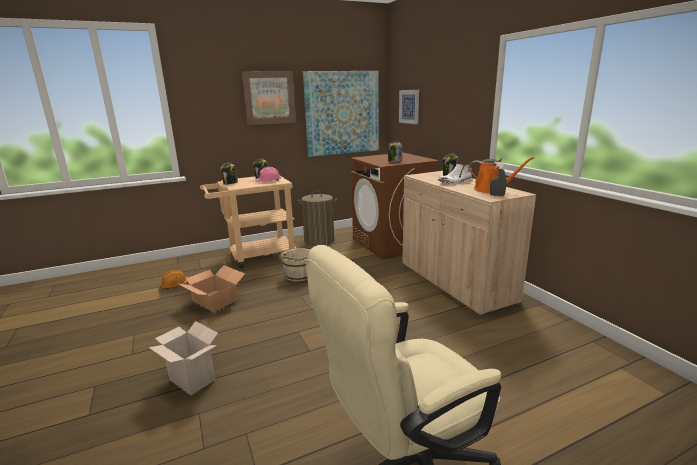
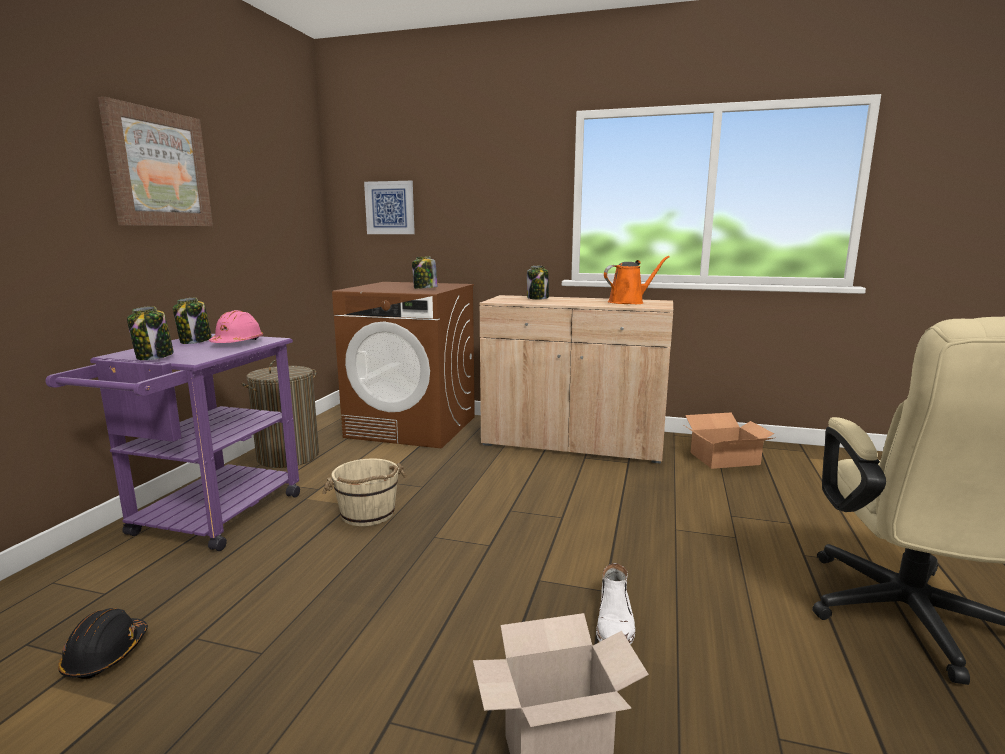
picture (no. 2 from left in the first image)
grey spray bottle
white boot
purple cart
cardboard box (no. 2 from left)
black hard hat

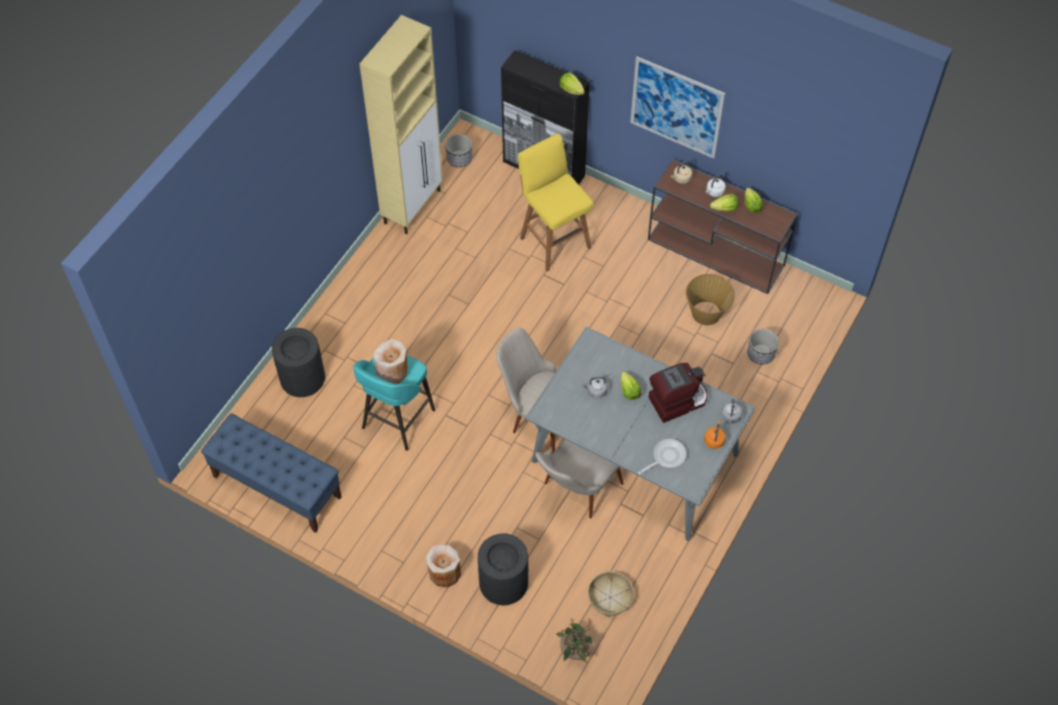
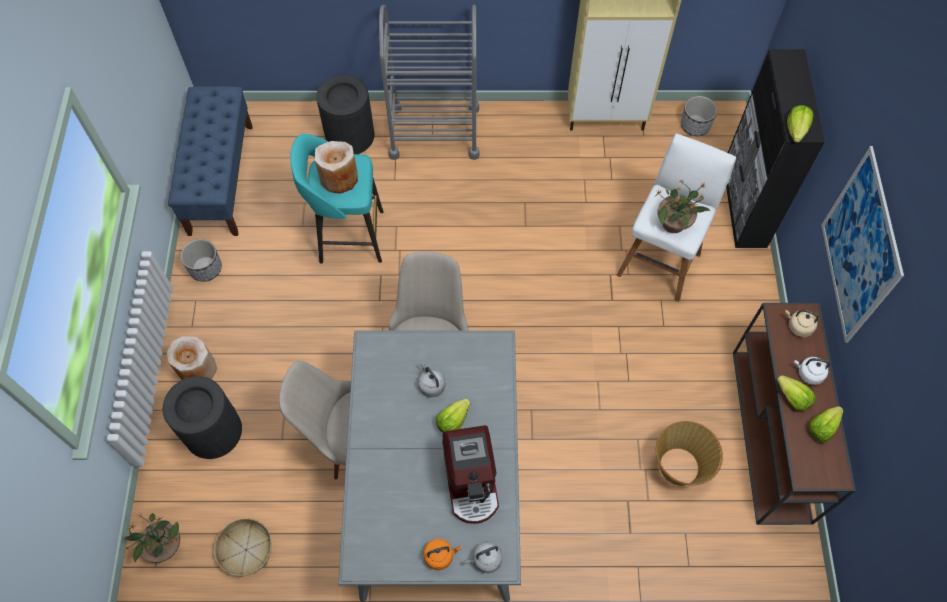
white stool
planter (no. 1 from left)
coffee machine
frying pan
grey cart
potted plant (no. 2 from left)

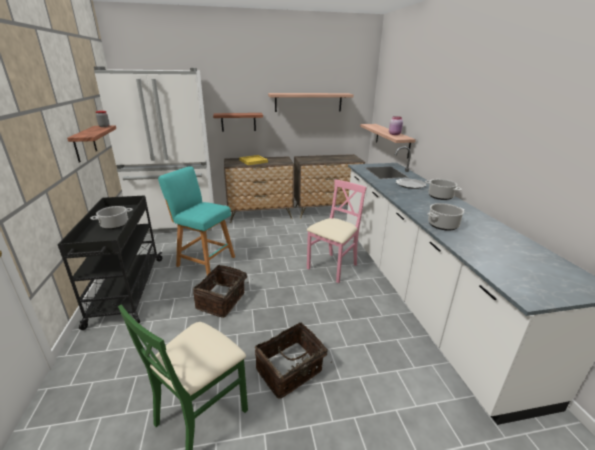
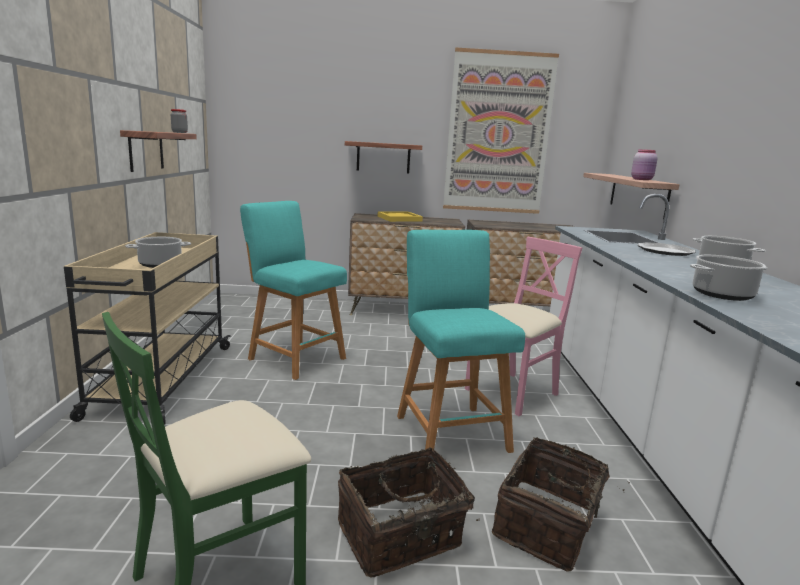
white fridge
picture
beige cart
basket (no. 2 from left)
turquoise stool (no. 2 from left)

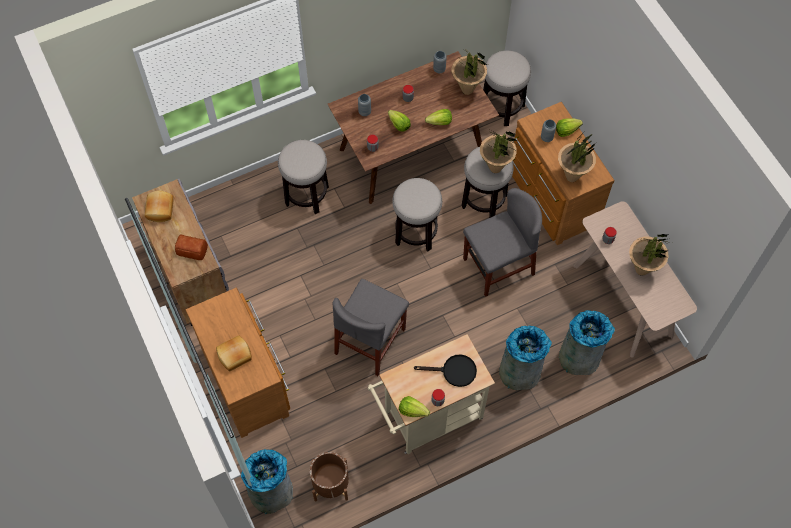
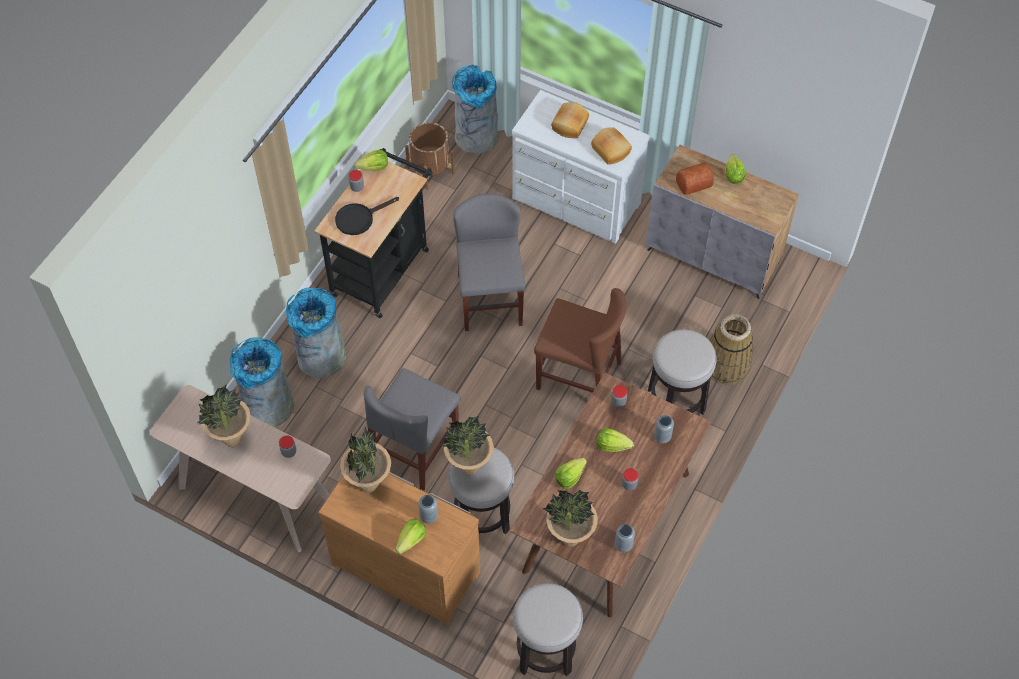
stool (no. 2 from left in the first image)
bread (no. 2 from left)
white dresser
black cart
lettuce (no. 5 from left)
brown chair
basket

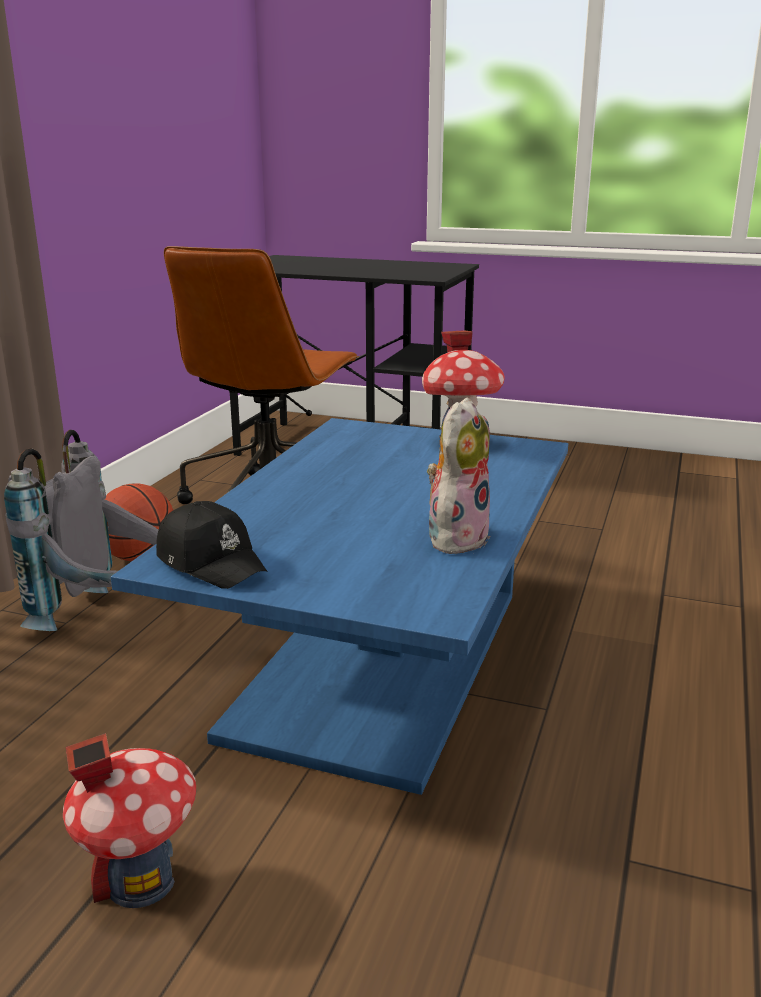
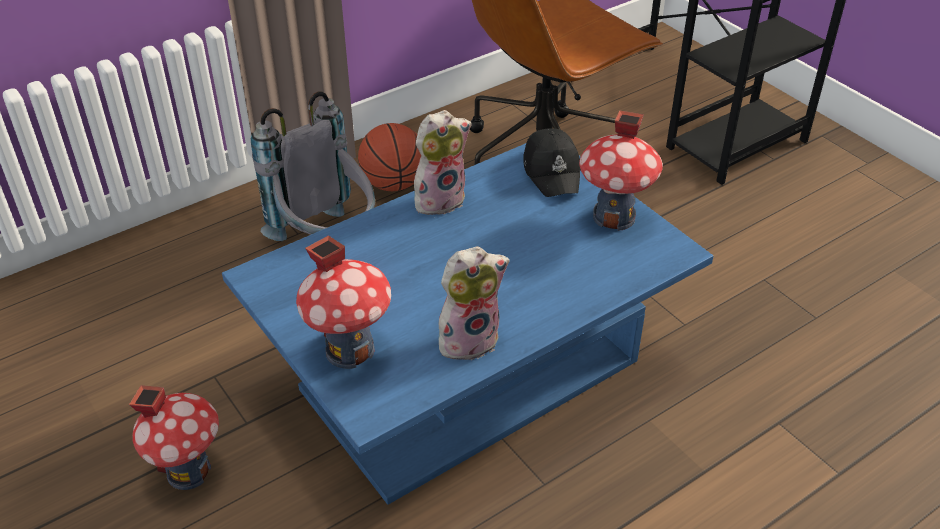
black cap
plush toy (no. 1 from left)
toy house (no. 2 from left)

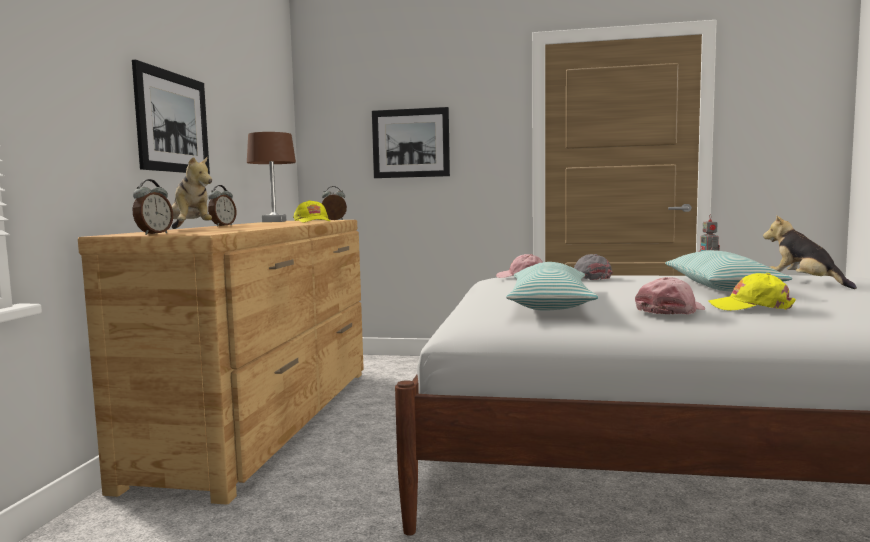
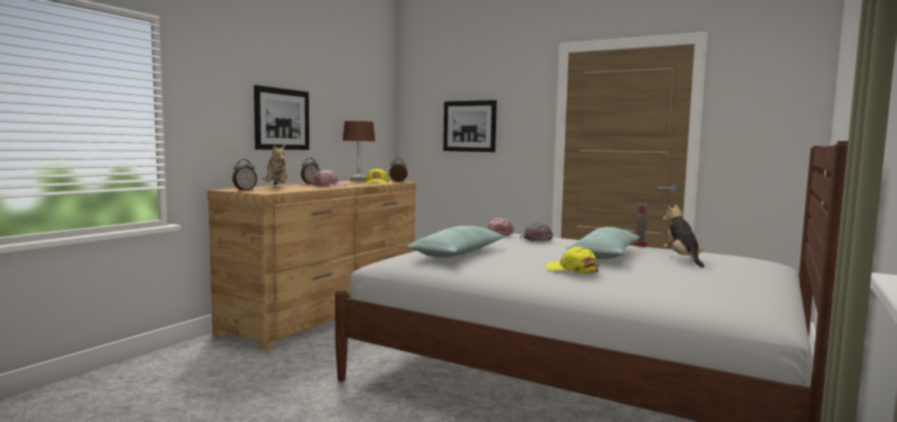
pink cap (no. 1 from left)

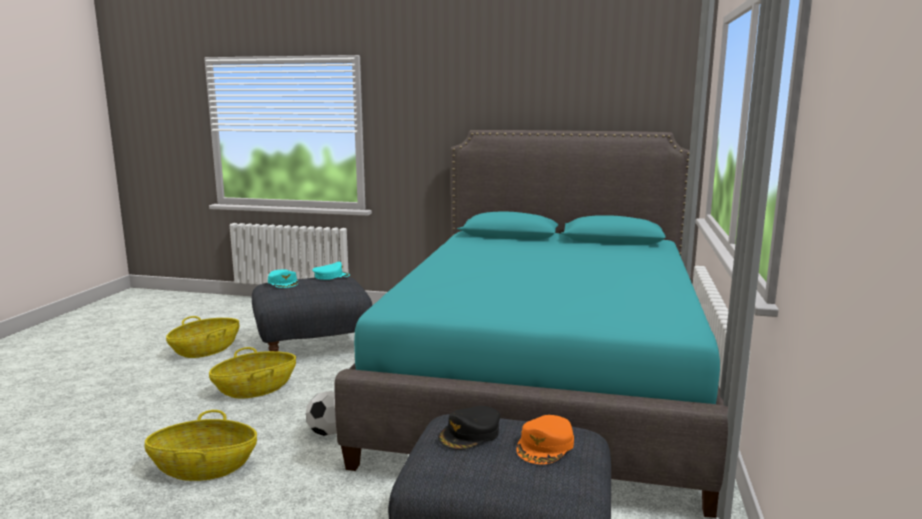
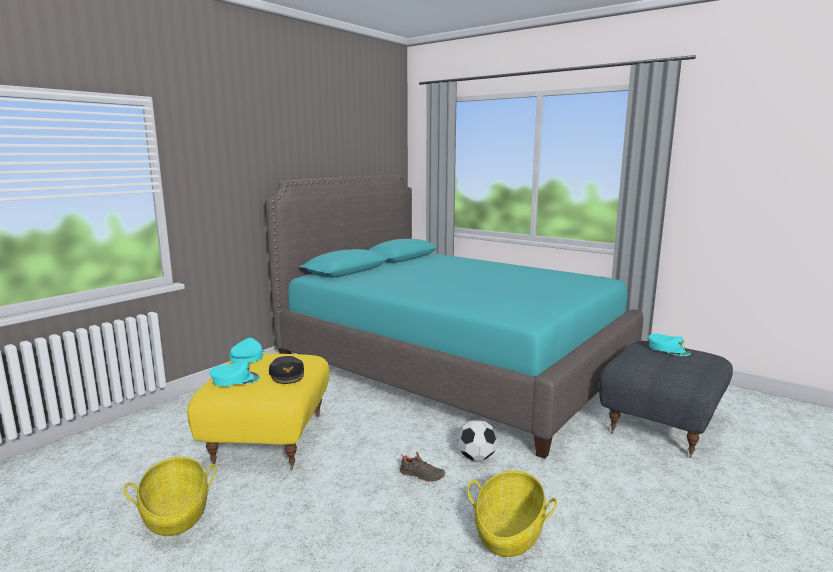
yellow ottoman
basket (no. 3 from left in the first image)
black cap
turquoise cap (no. 3 from left)
black shoe

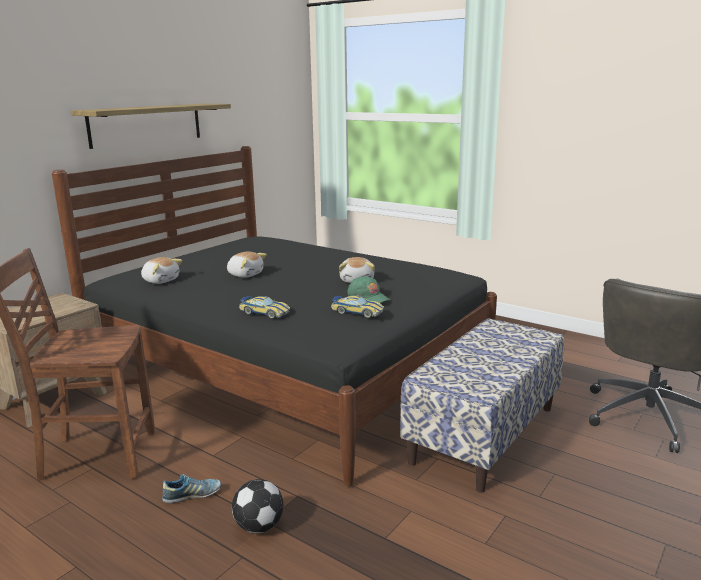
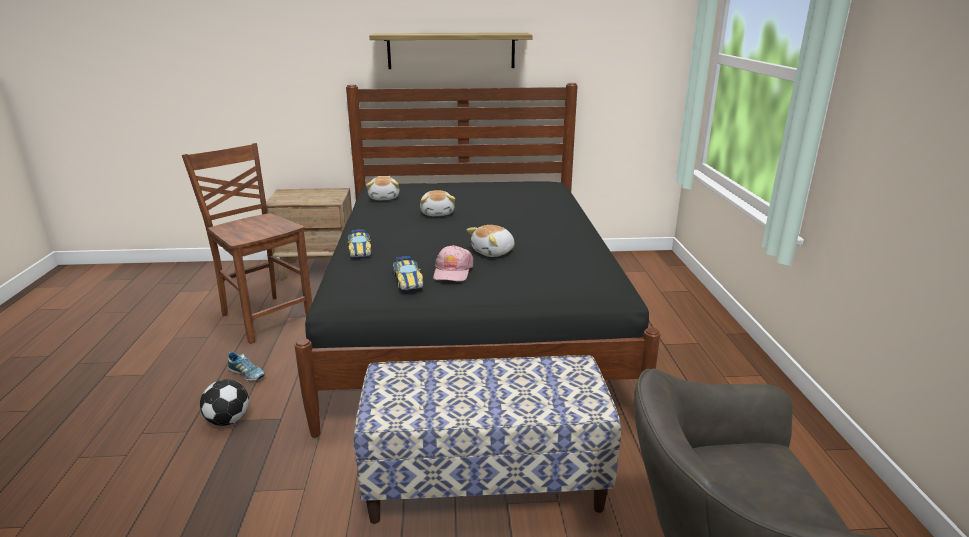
pink cap

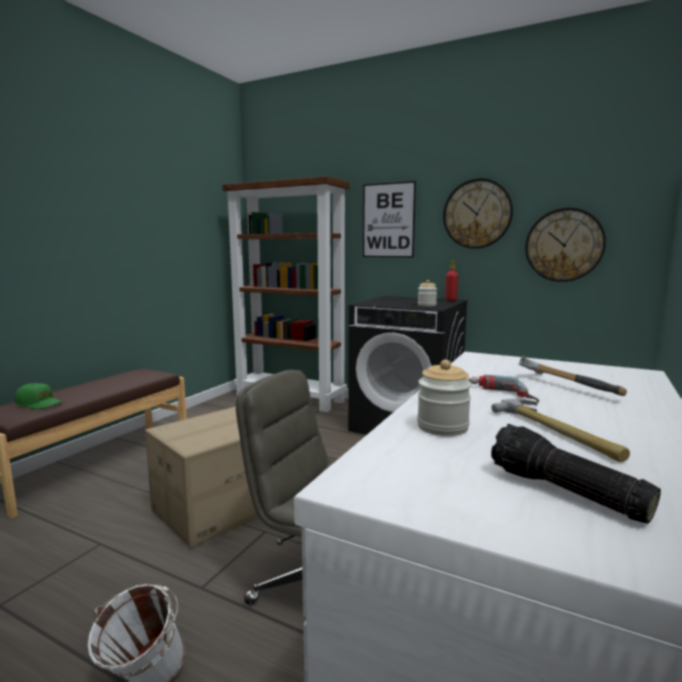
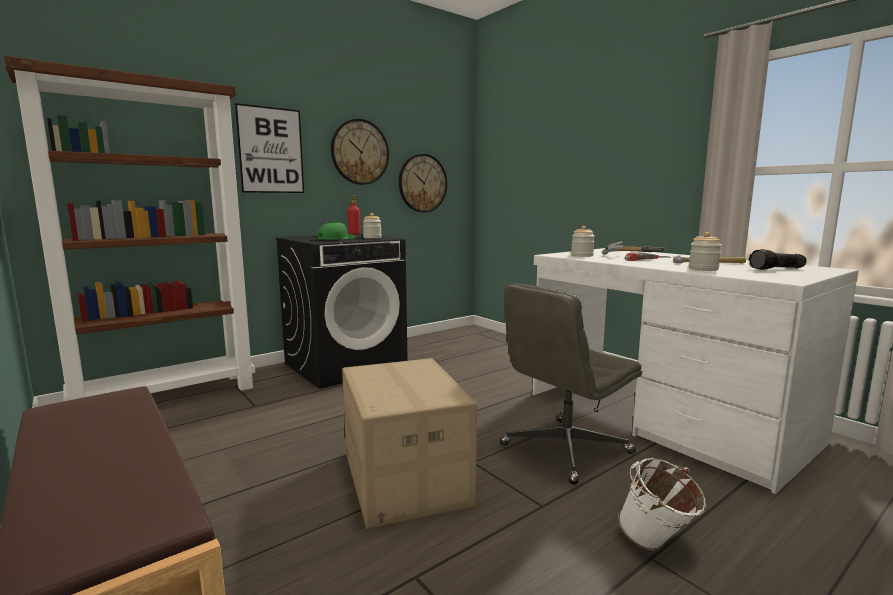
green cap
jar (no. 2 from left)

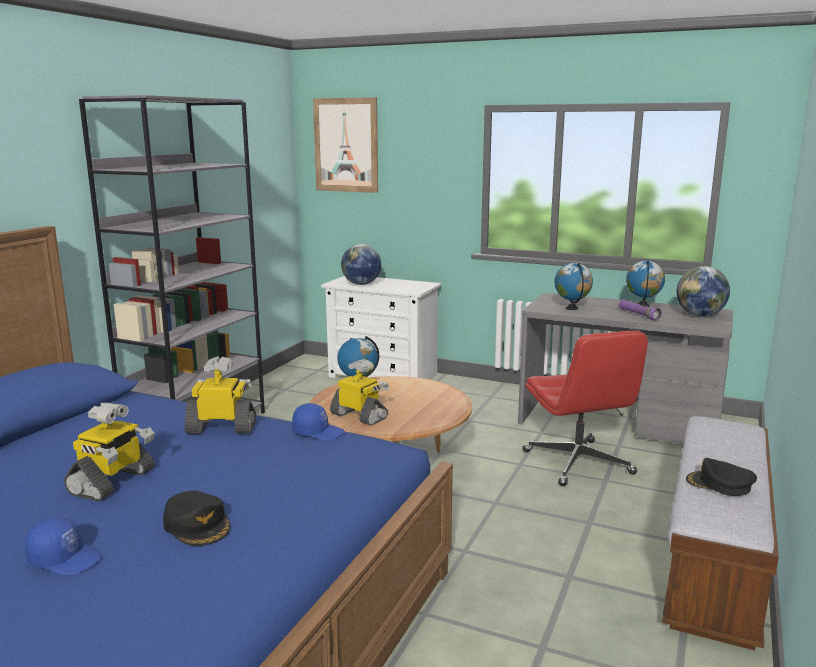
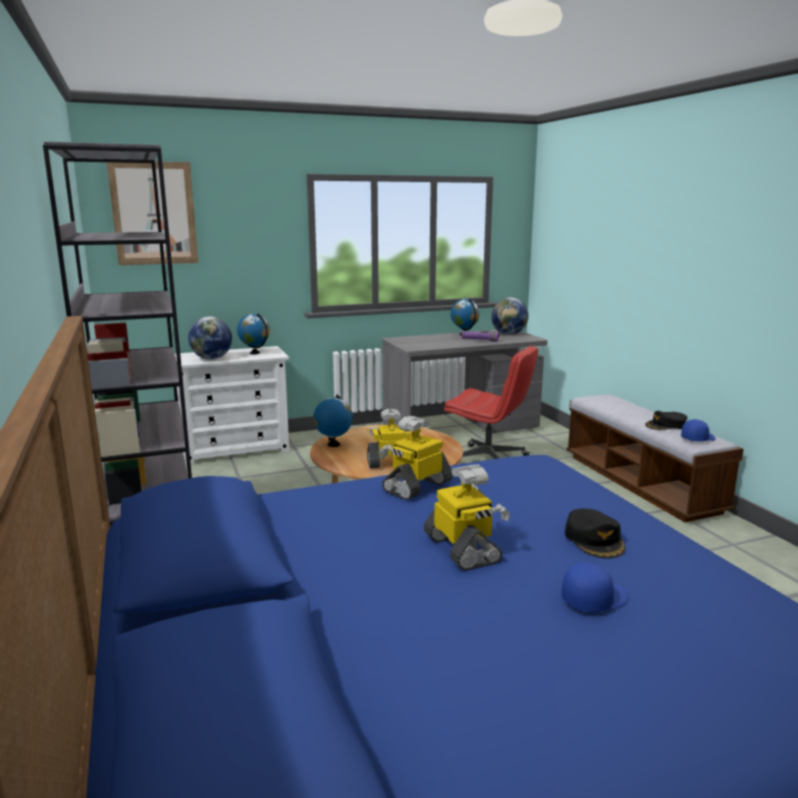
globe (no. 2 from left)
blue cap (no. 2 from left)
black cap (no. 1 from left)

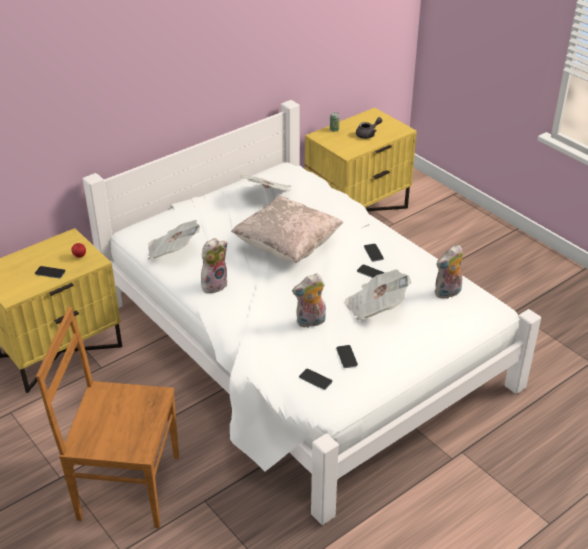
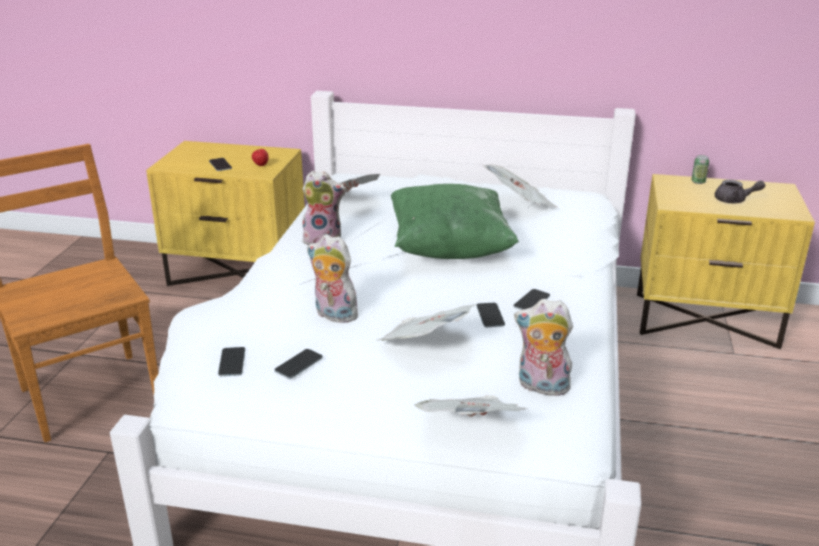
green pillow
newspaper (no. 3 from left)

